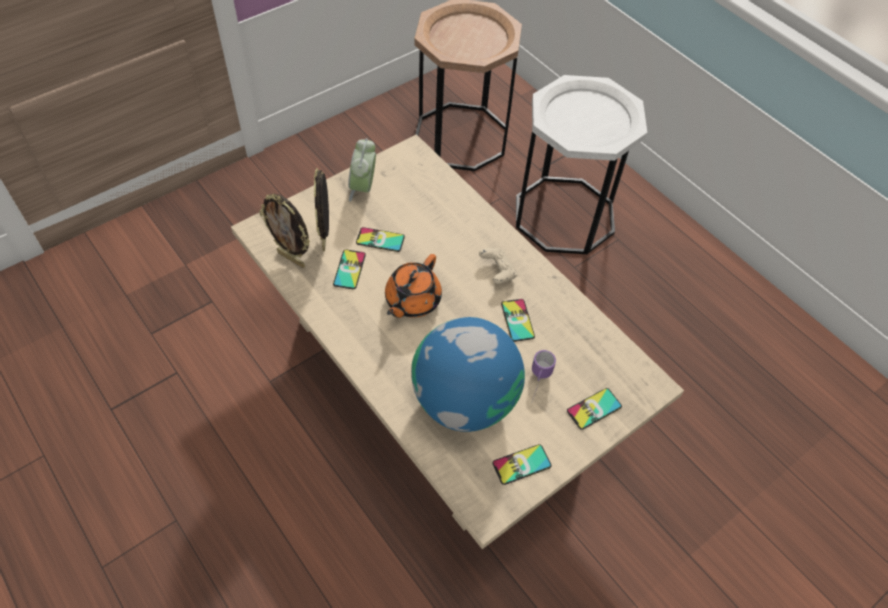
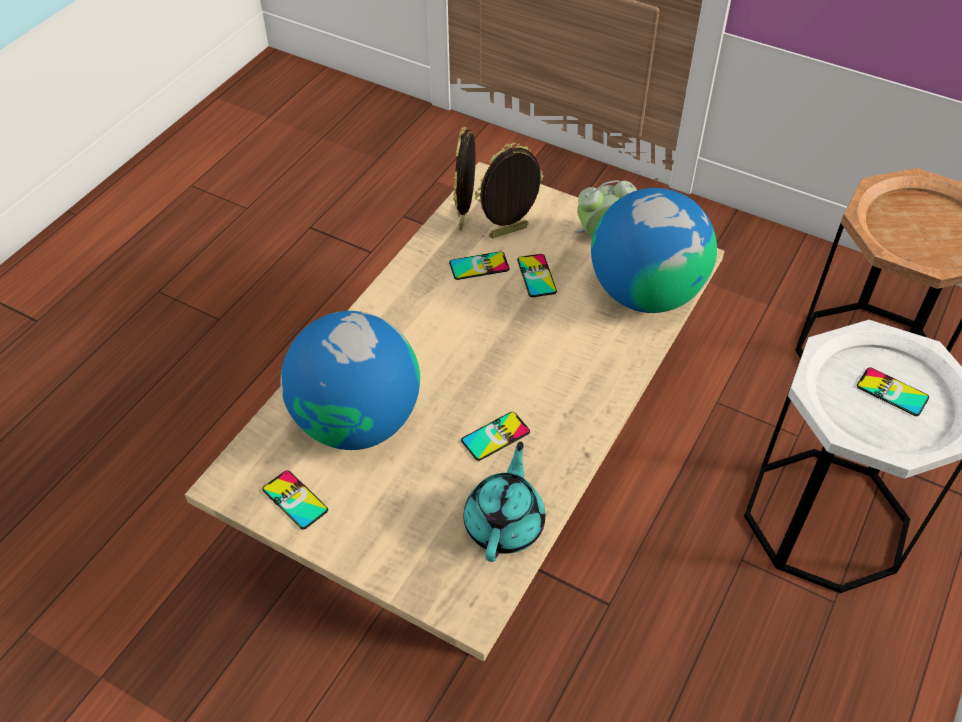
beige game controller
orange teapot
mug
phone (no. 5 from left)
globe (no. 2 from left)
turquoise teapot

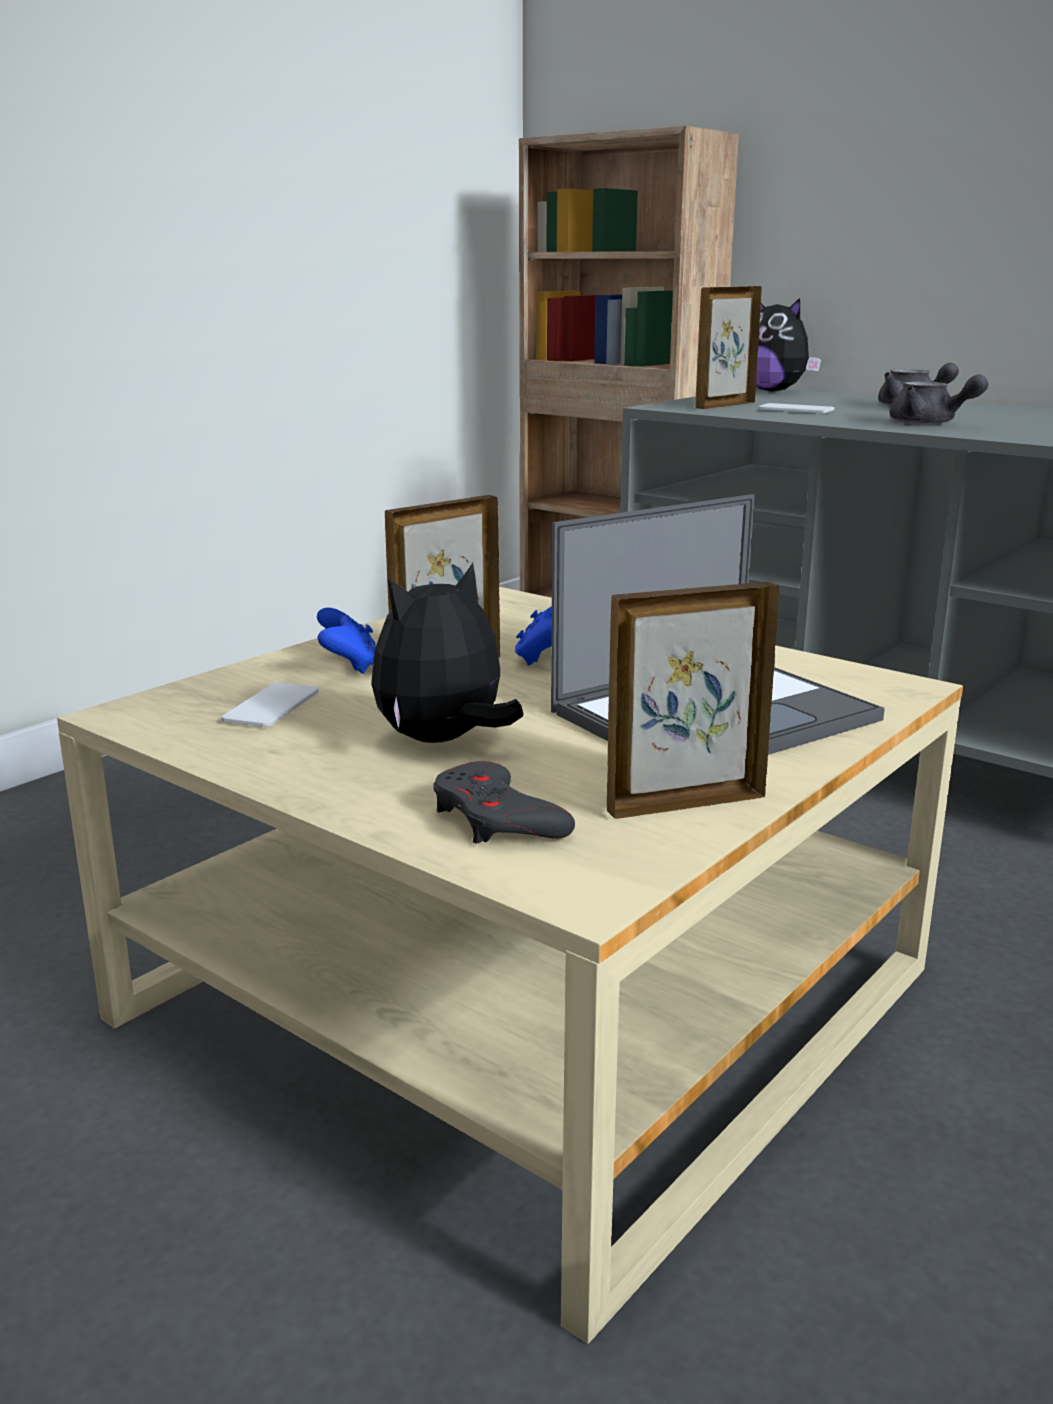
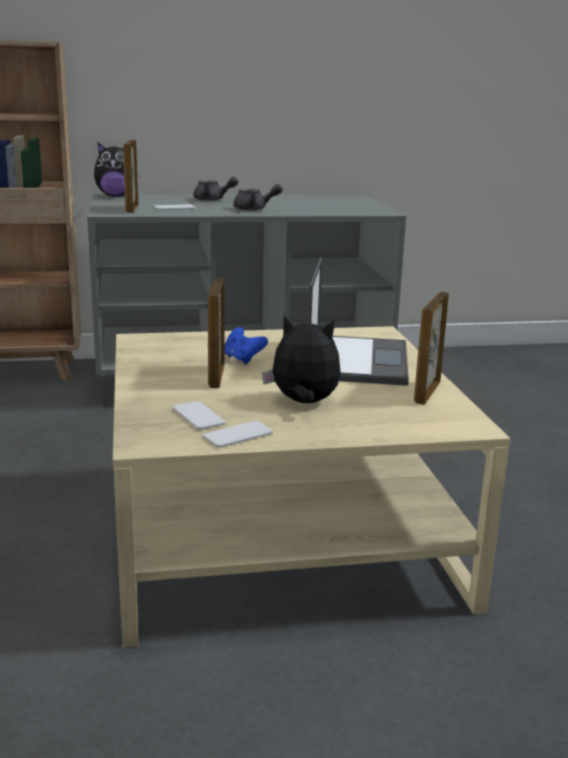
plush toy (no. 2 from left)
blue game controller (no. 1 from left in the first image)
grey game controller
phone (no. 3 from left)

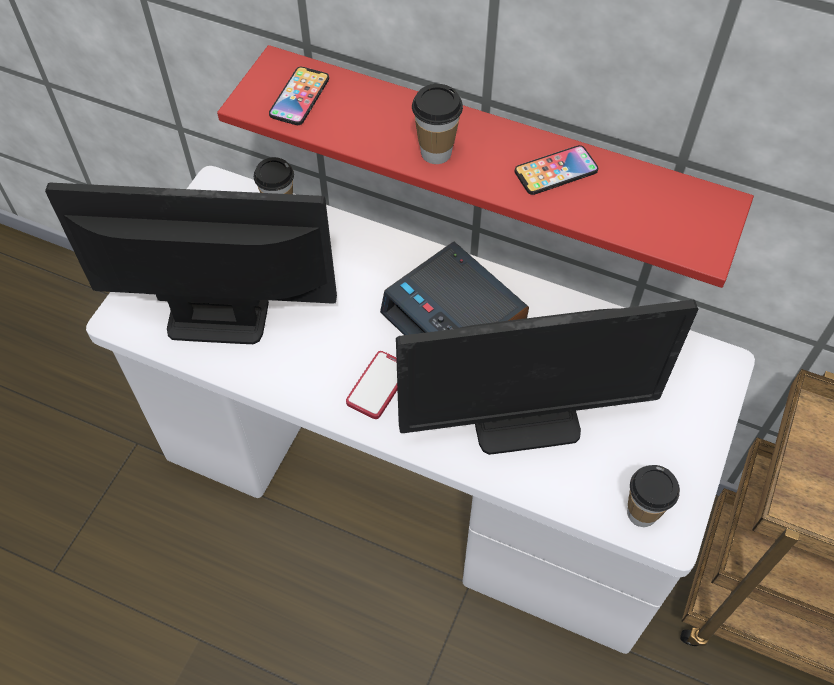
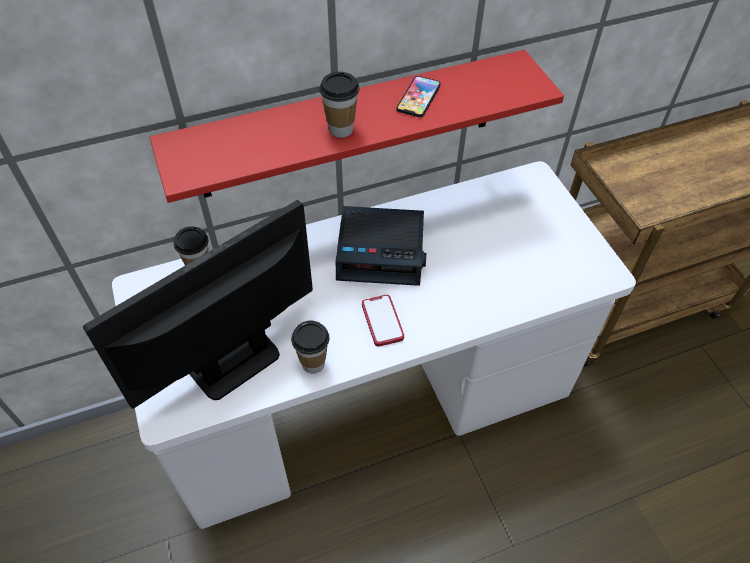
phone (no. 1 from left in the first image)
monitor (no. 2 from left in the first image)
cup (no. 2 from left)

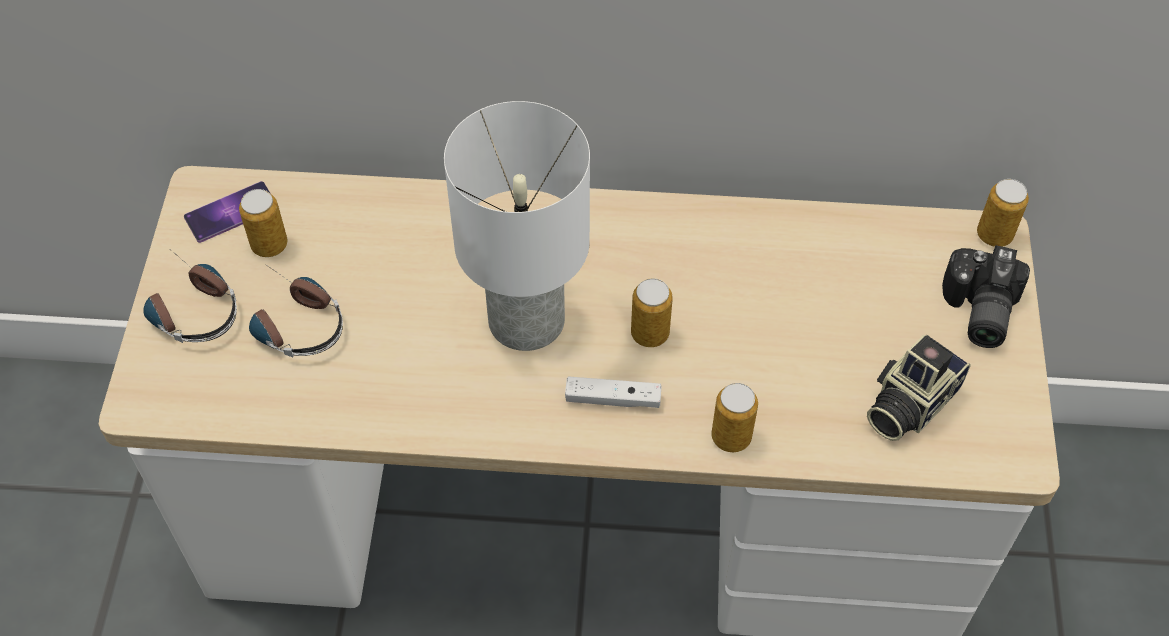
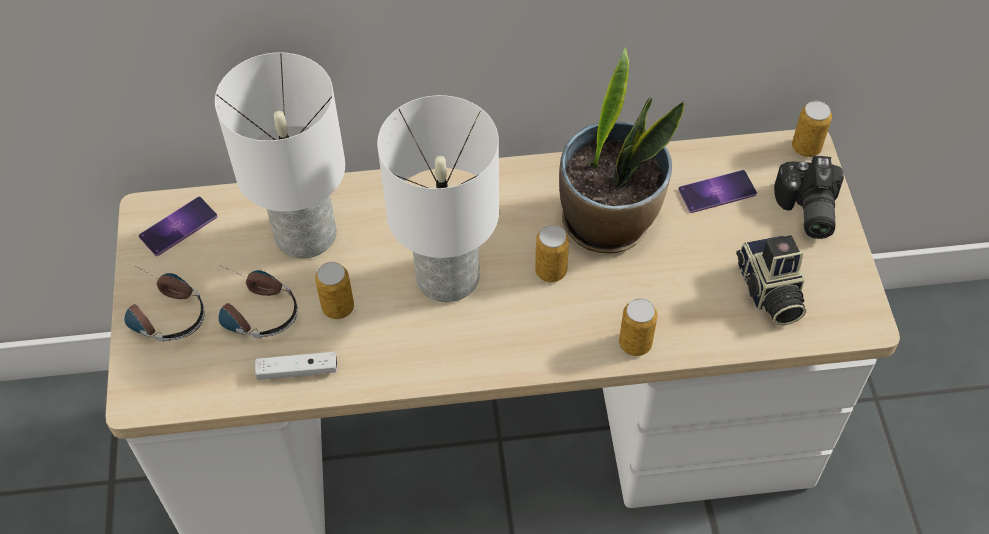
can (no. 1 from left)
photo camera (no. 1 from left)
white game controller
potted plant
white table lamp (no. 1 from left)
phone (no. 2 from left)

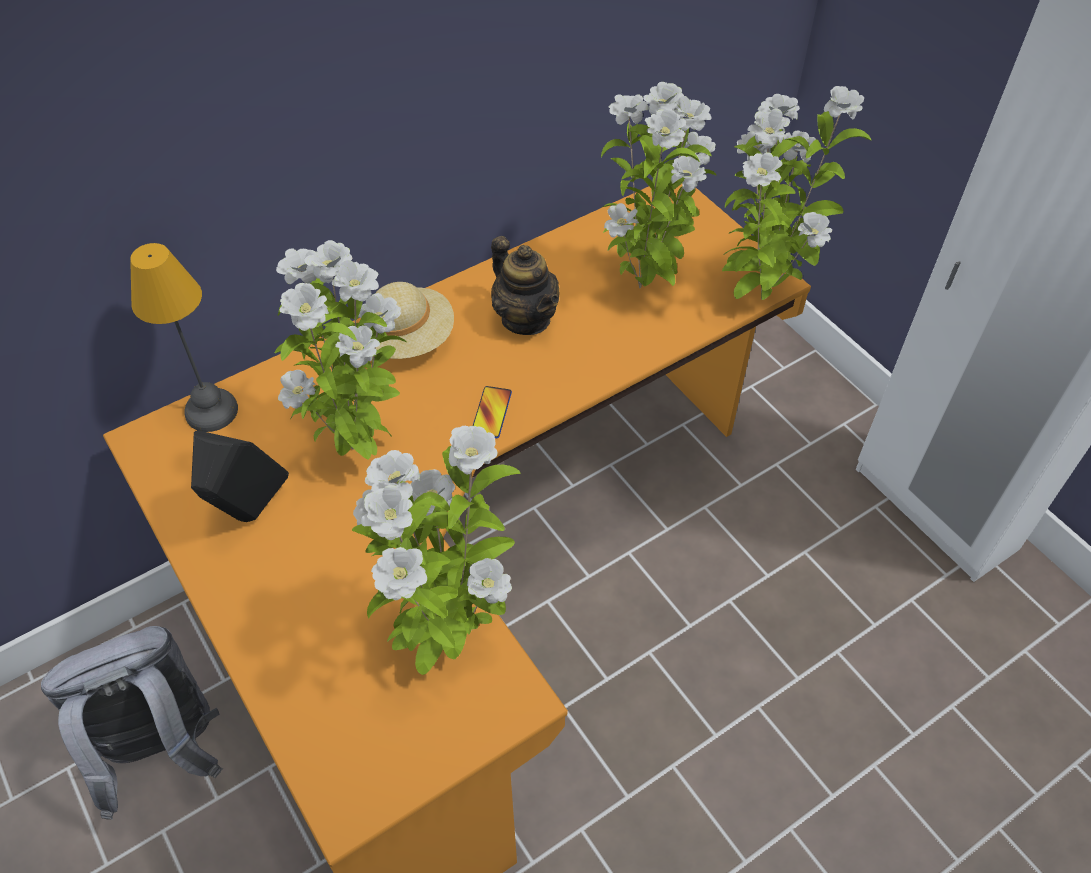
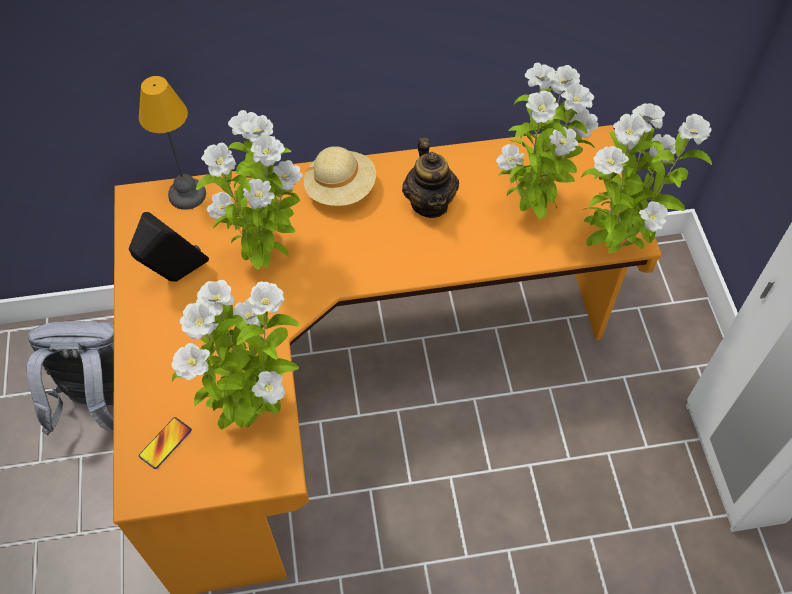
phone

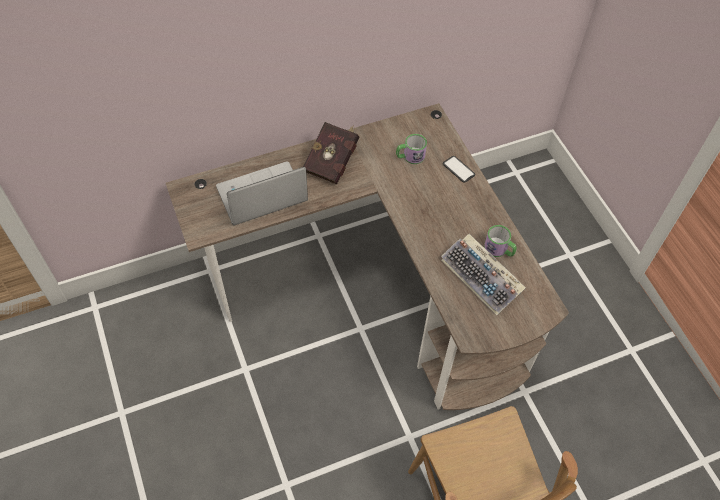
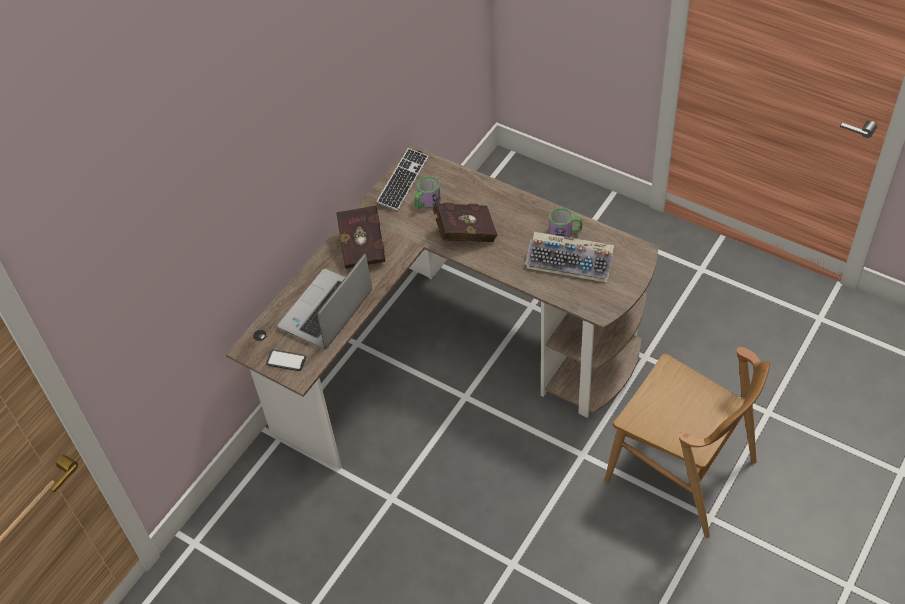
phone
keyboard (no. 1 from left)
red book (no. 2 from left)

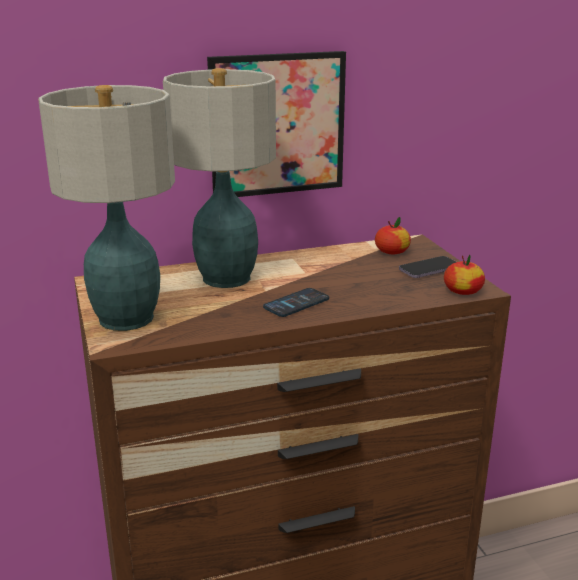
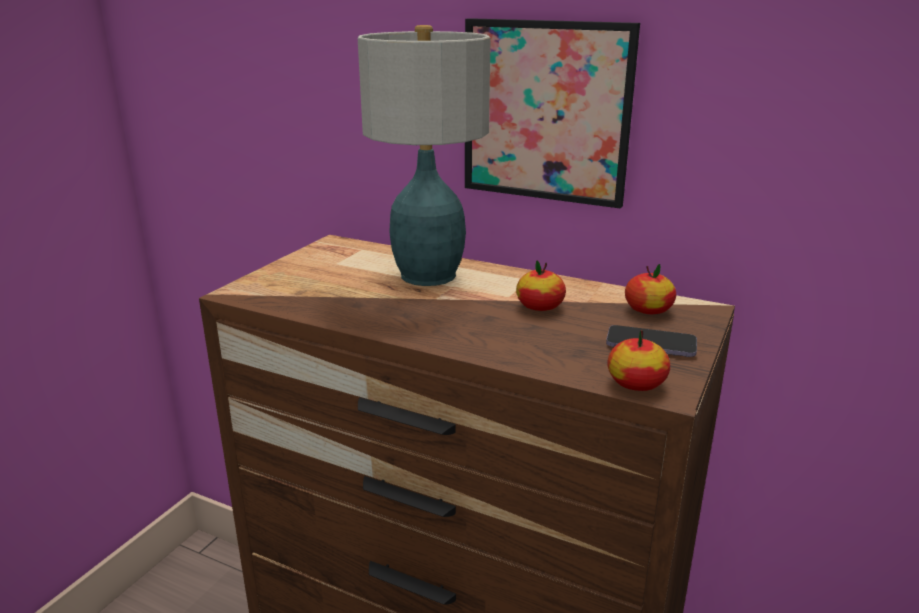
table lamp (no. 1 from left in the first image)
phone (no. 1 from left in the first image)
apple (no. 1 from left)

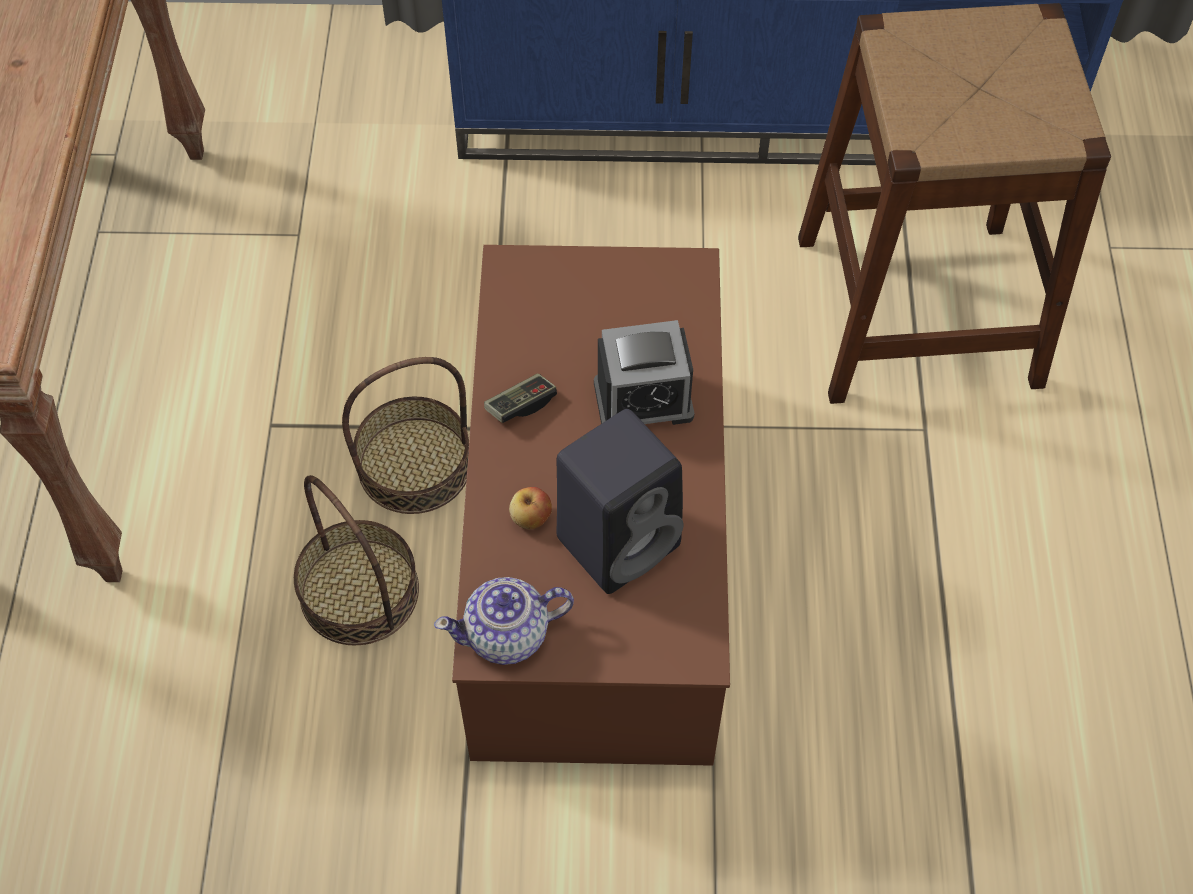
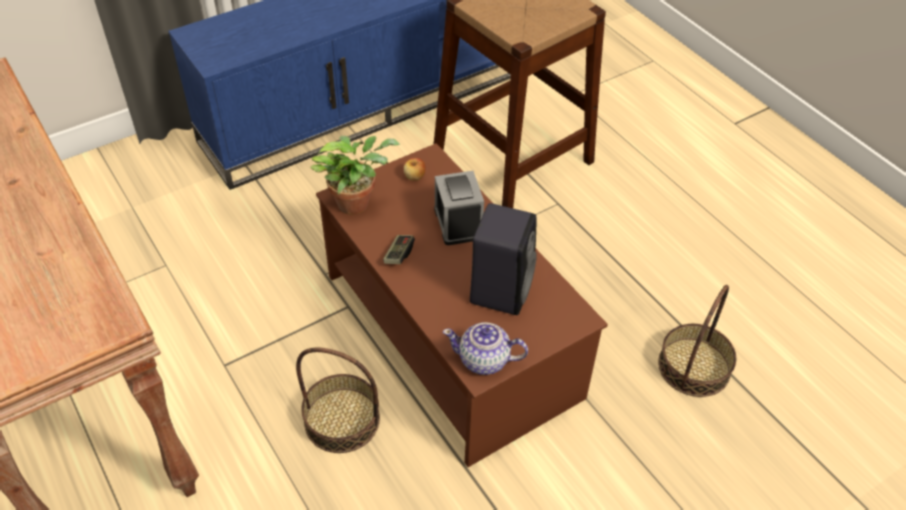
alarm clock
basket (no. 2 from left)
apple
teapot
potted plant

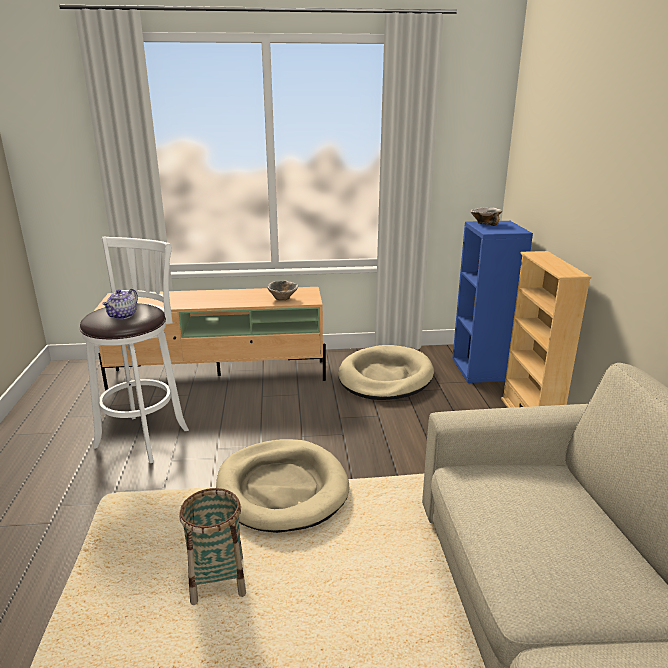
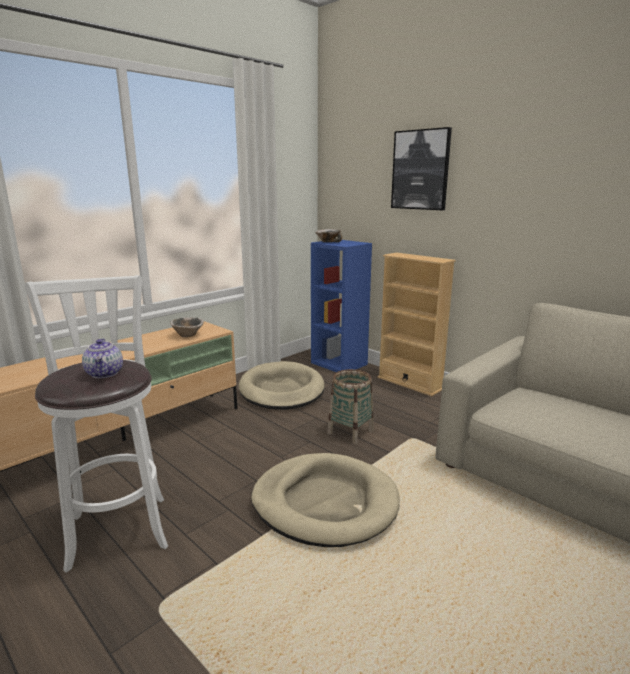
basket
picture

